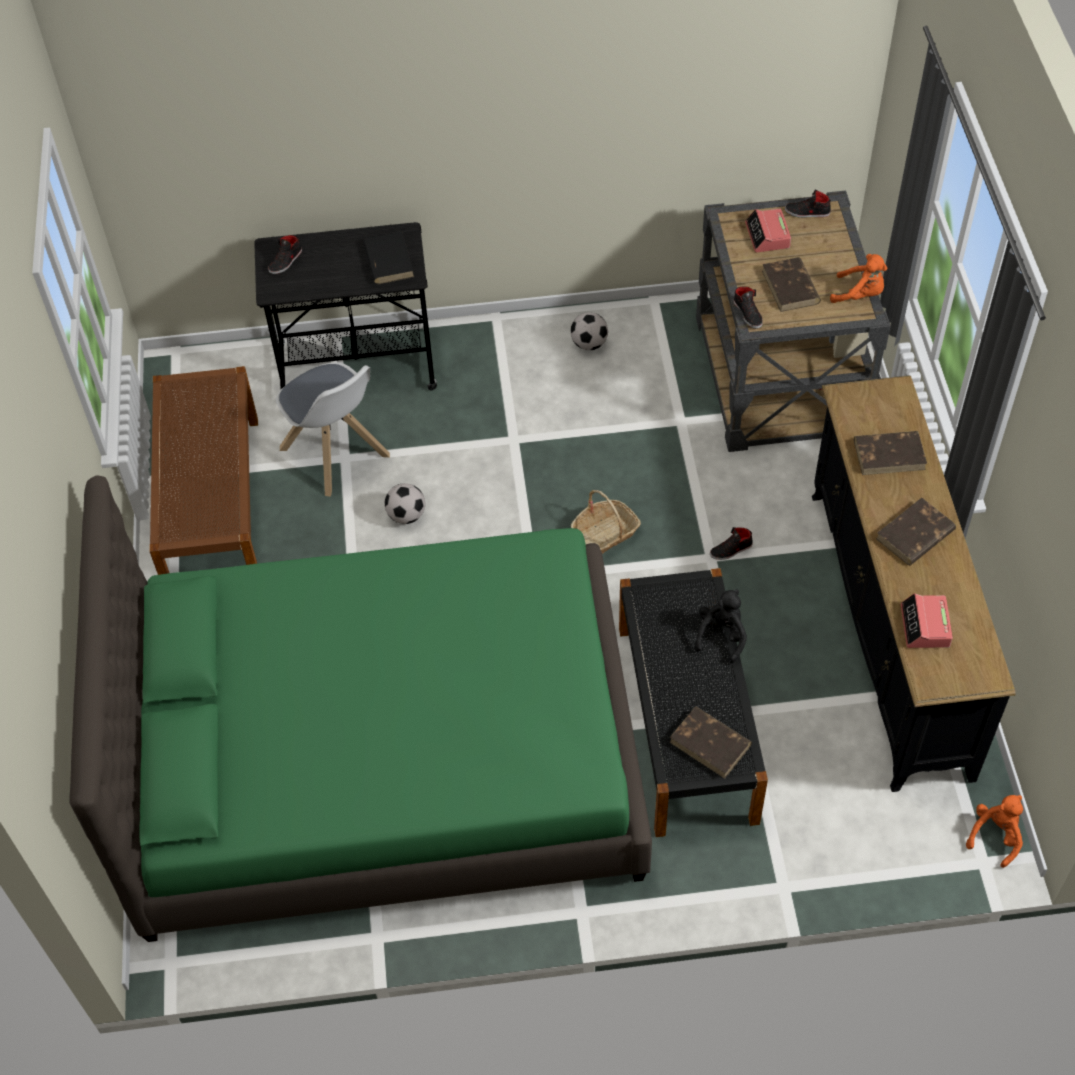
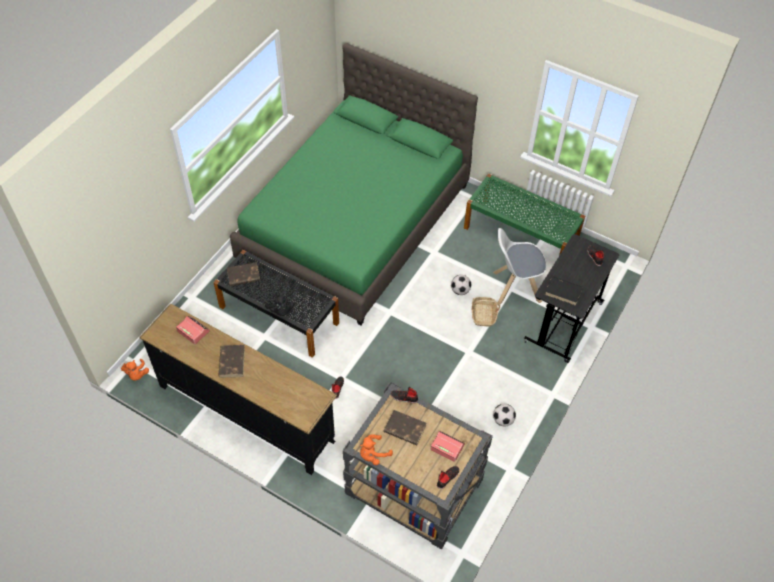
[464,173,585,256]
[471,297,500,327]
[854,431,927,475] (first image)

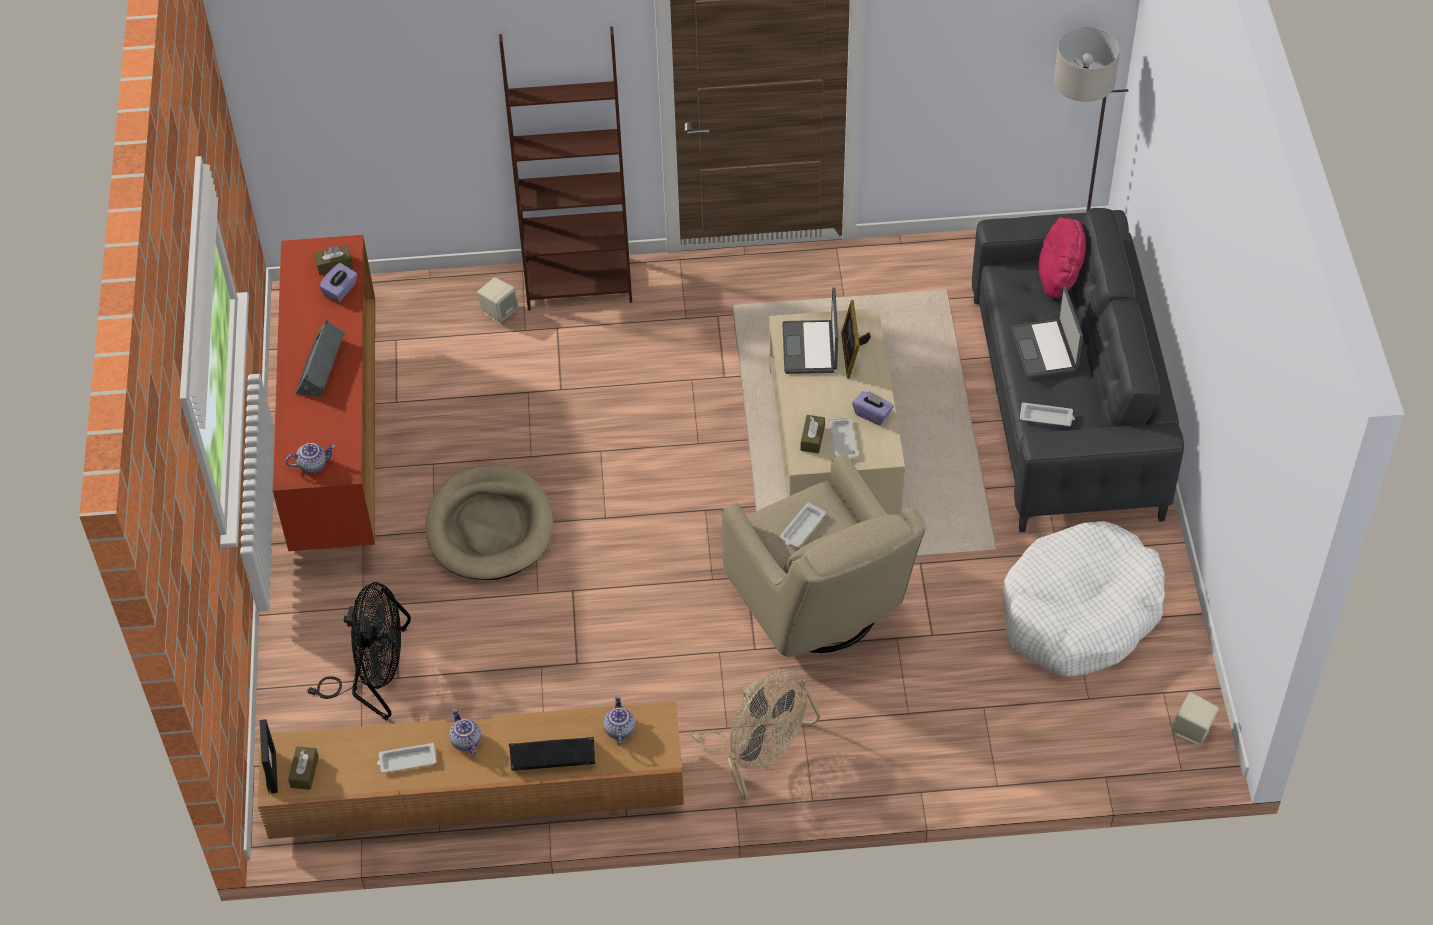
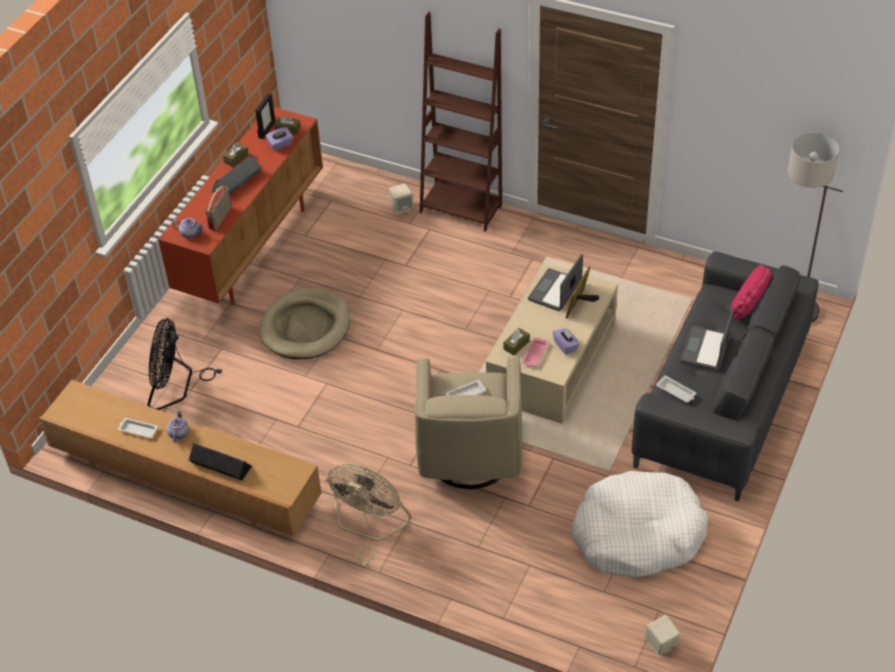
[255,93,275,139]
[223,142,249,167]
[148,318,223,410]
[603,695,635,746] (first image)
[325,463,411,568]
[522,337,549,367]
[206,186,231,230]

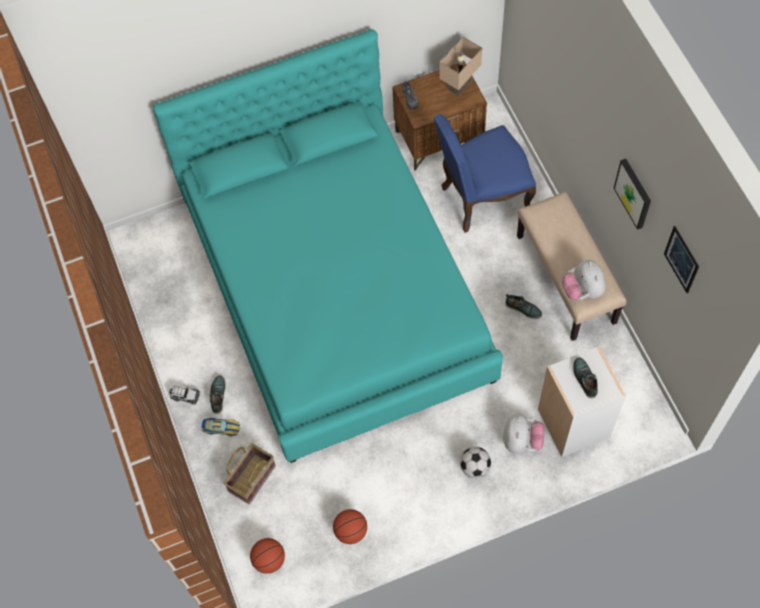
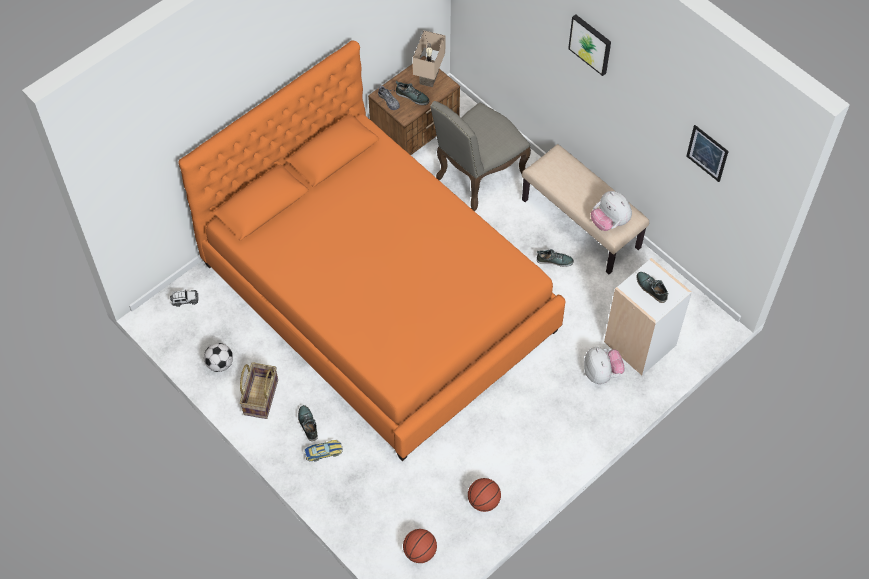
[178,41,566,461]
[170,290,199,307]
[240,362,278,419]
[430,101,531,211]
[204,343,233,372]
[568,14,611,76]
[396,81,429,105]

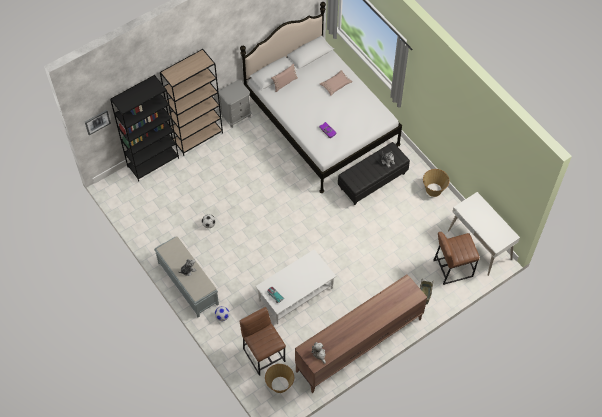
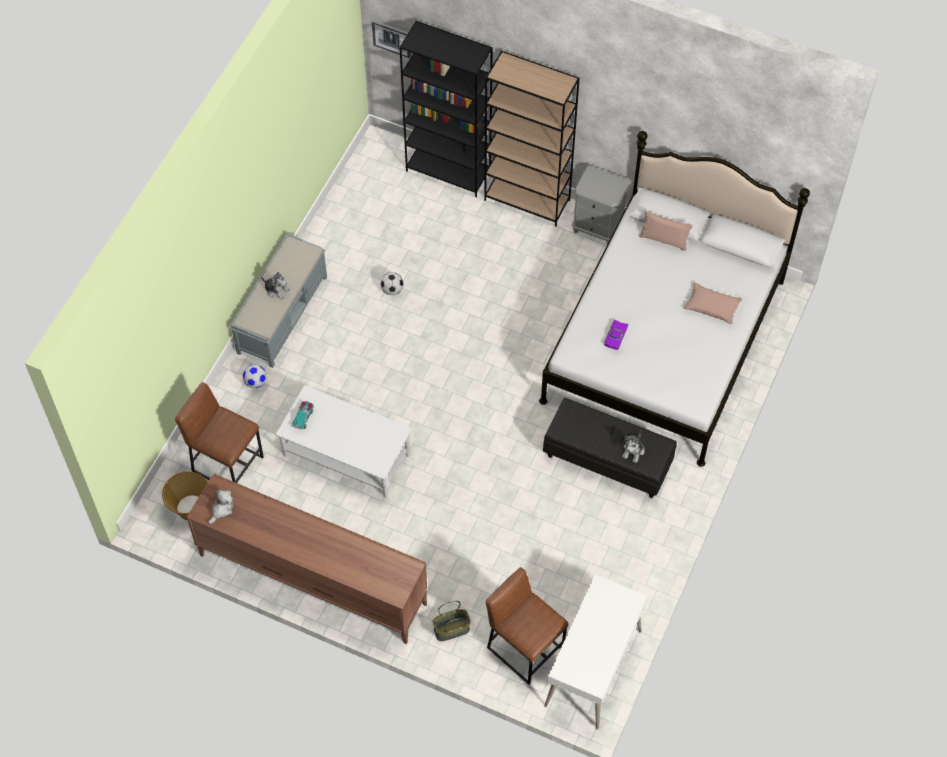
[175,382,264,483]
[423,169,450,197] (first image)

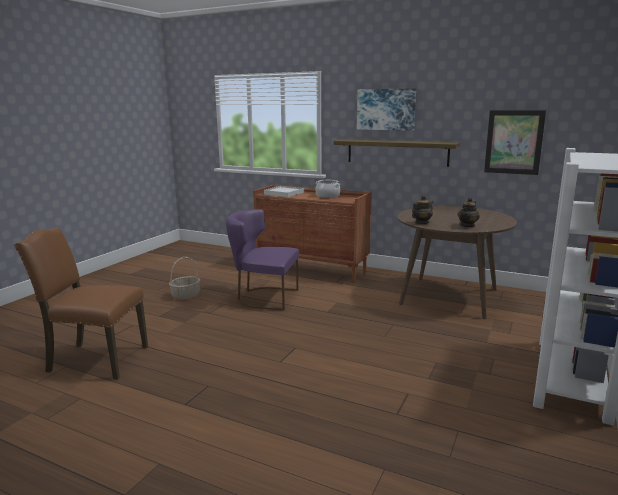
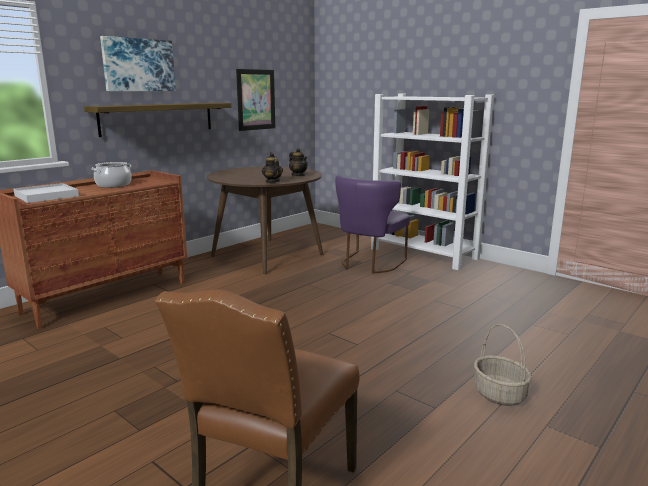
[474,324,532,406]
[335,175,410,274]

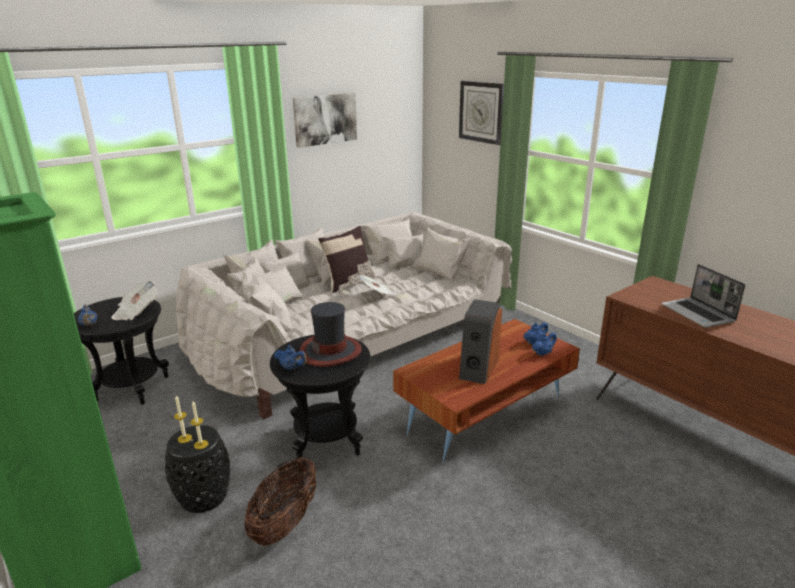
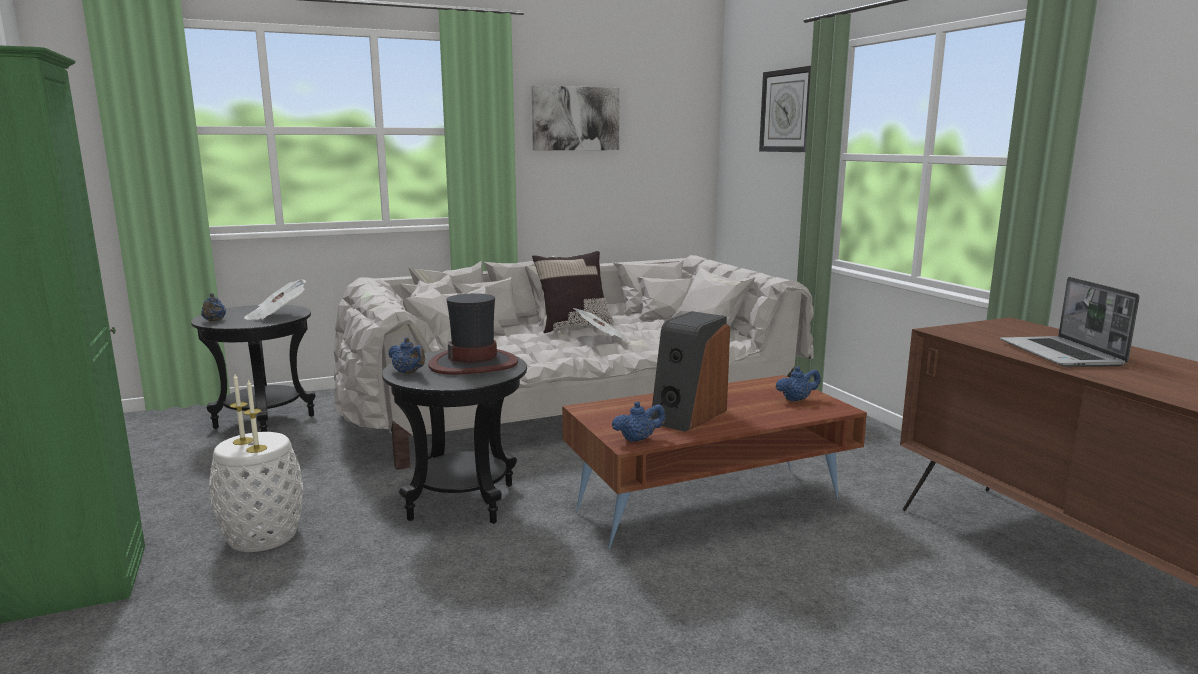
[209,432,303,552]
[244,457,316,546] (first image)
[612,402,665,442]

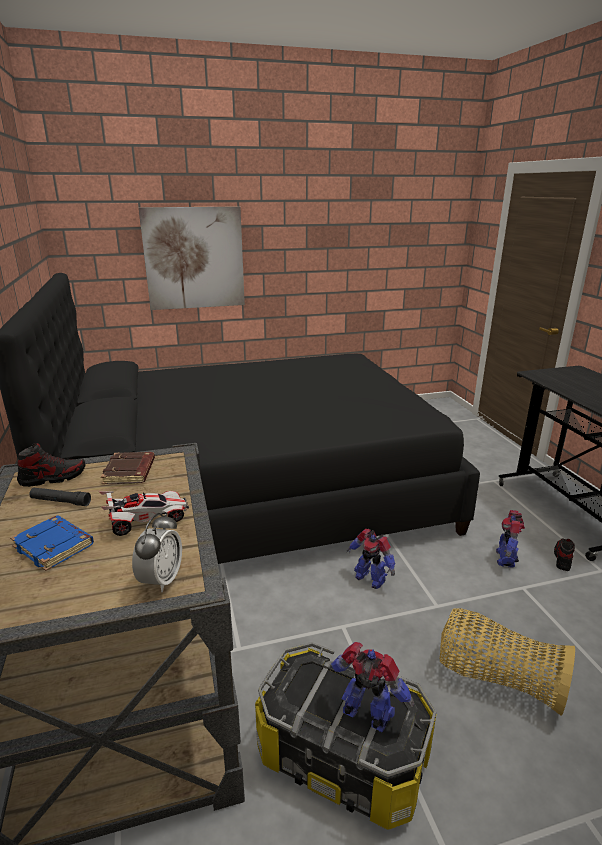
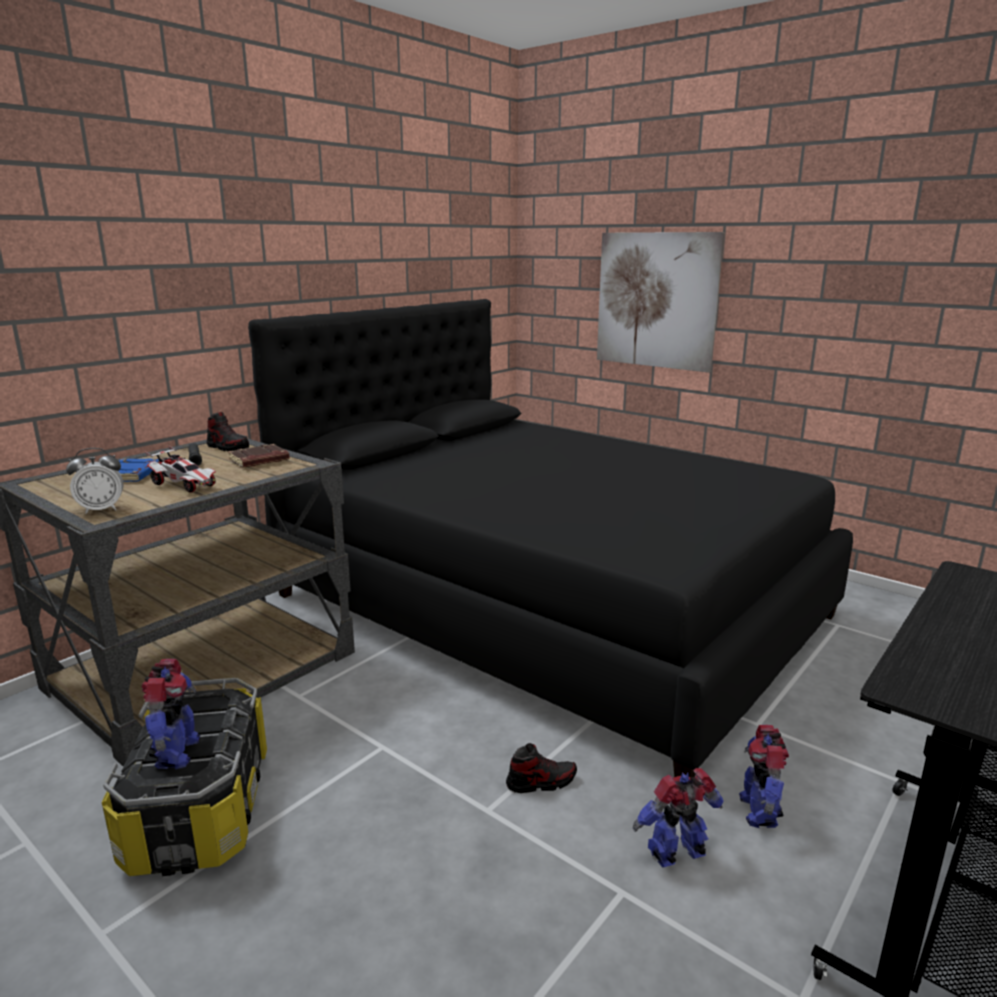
[739,725,789,828]
[440,608,575,716] (first image)
[506,743,577,793]

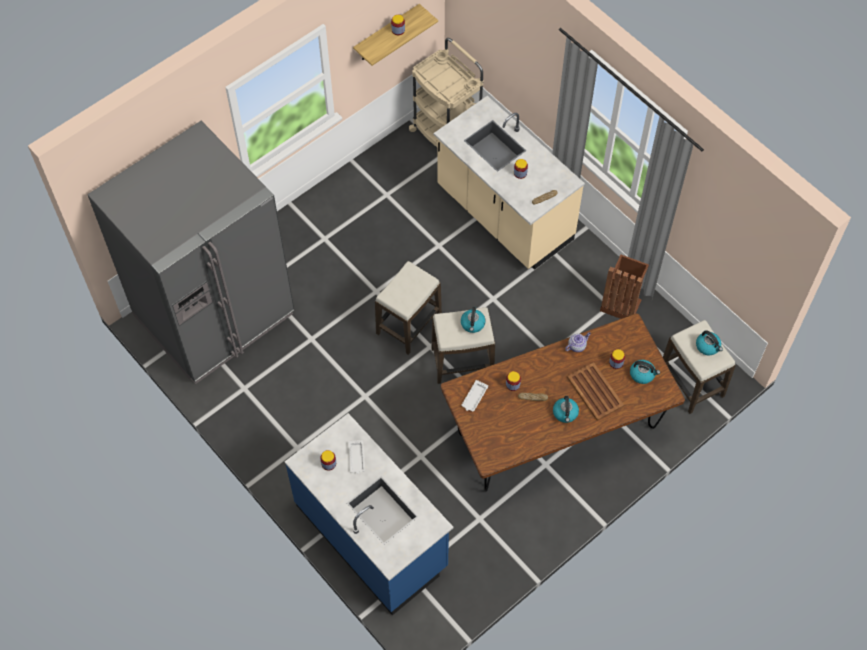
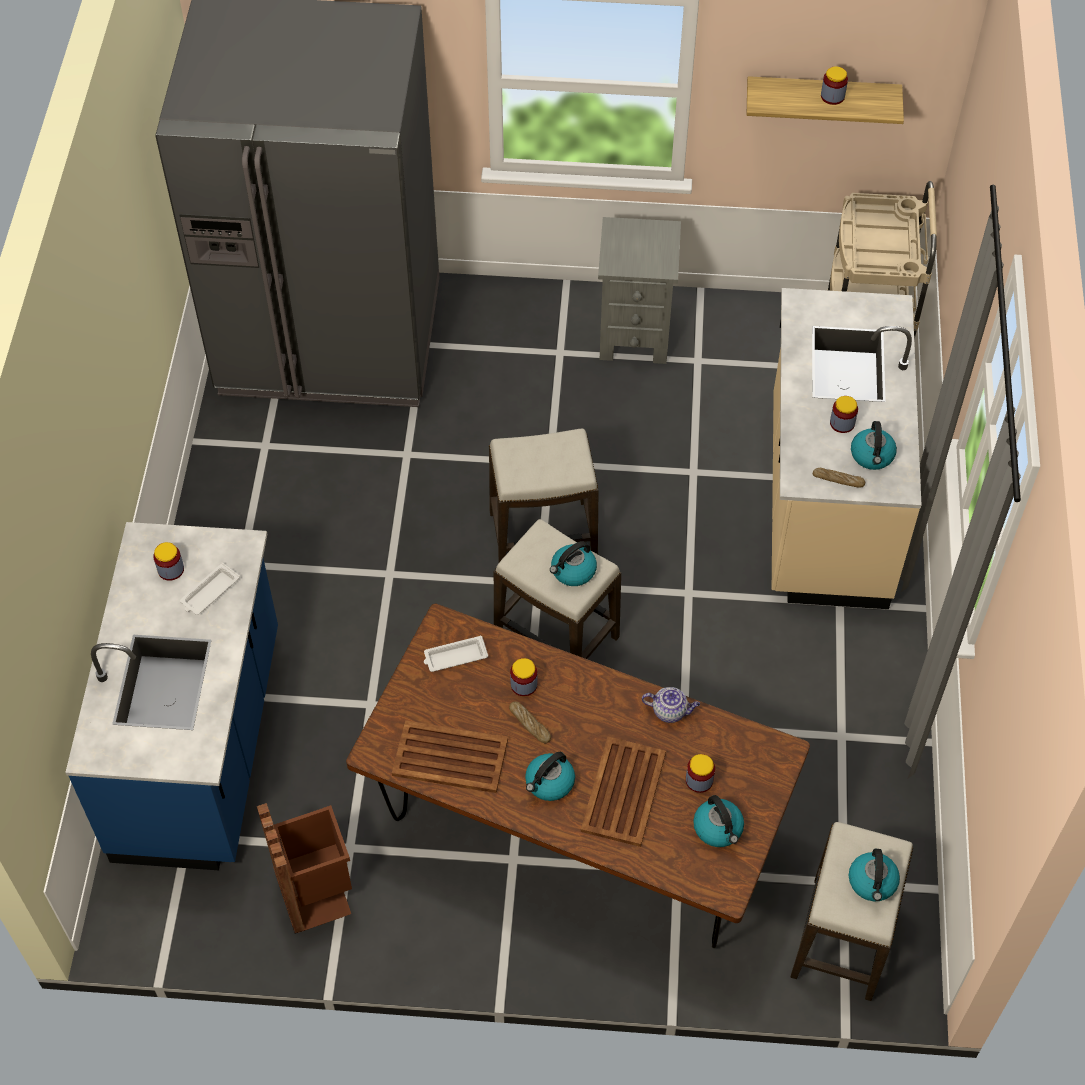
[257,803,352,934]
[392,720,508,793]
[598,217,681,364]
[851,421,897,470]

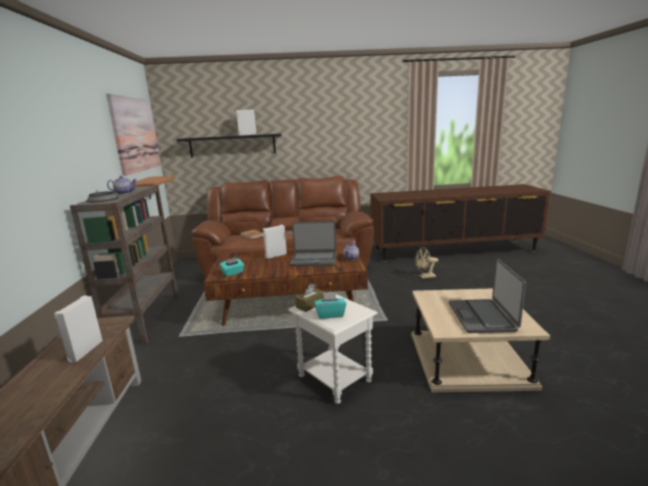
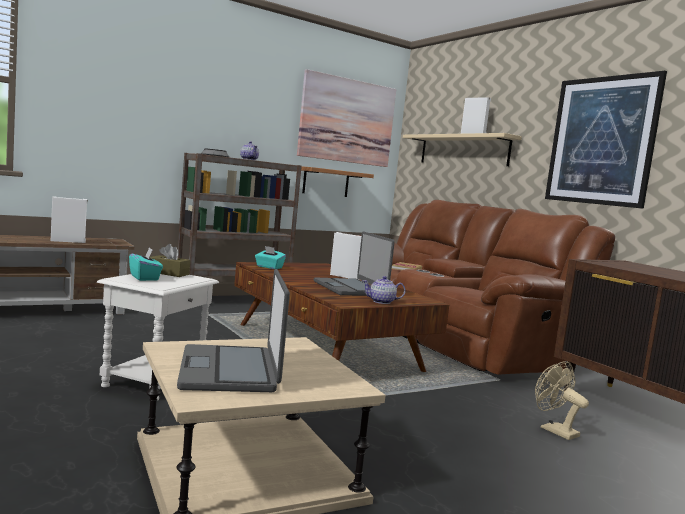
[403,133,522,166]
[177,269,290,392]
[545,71,667,209]

